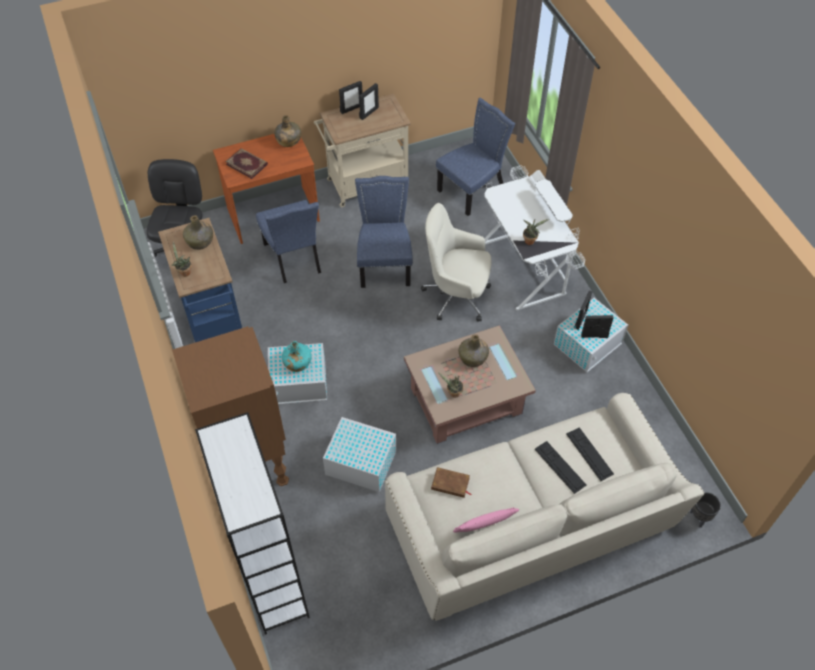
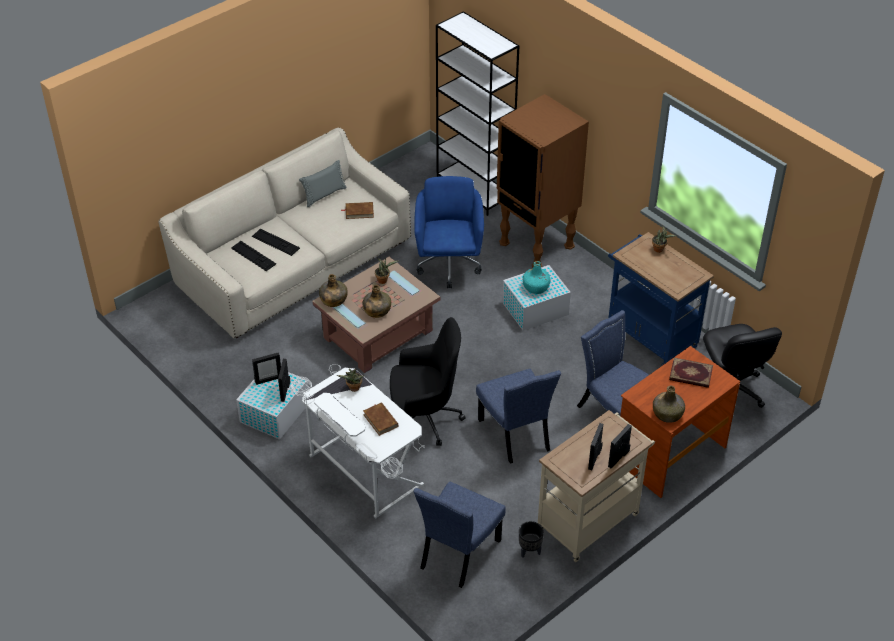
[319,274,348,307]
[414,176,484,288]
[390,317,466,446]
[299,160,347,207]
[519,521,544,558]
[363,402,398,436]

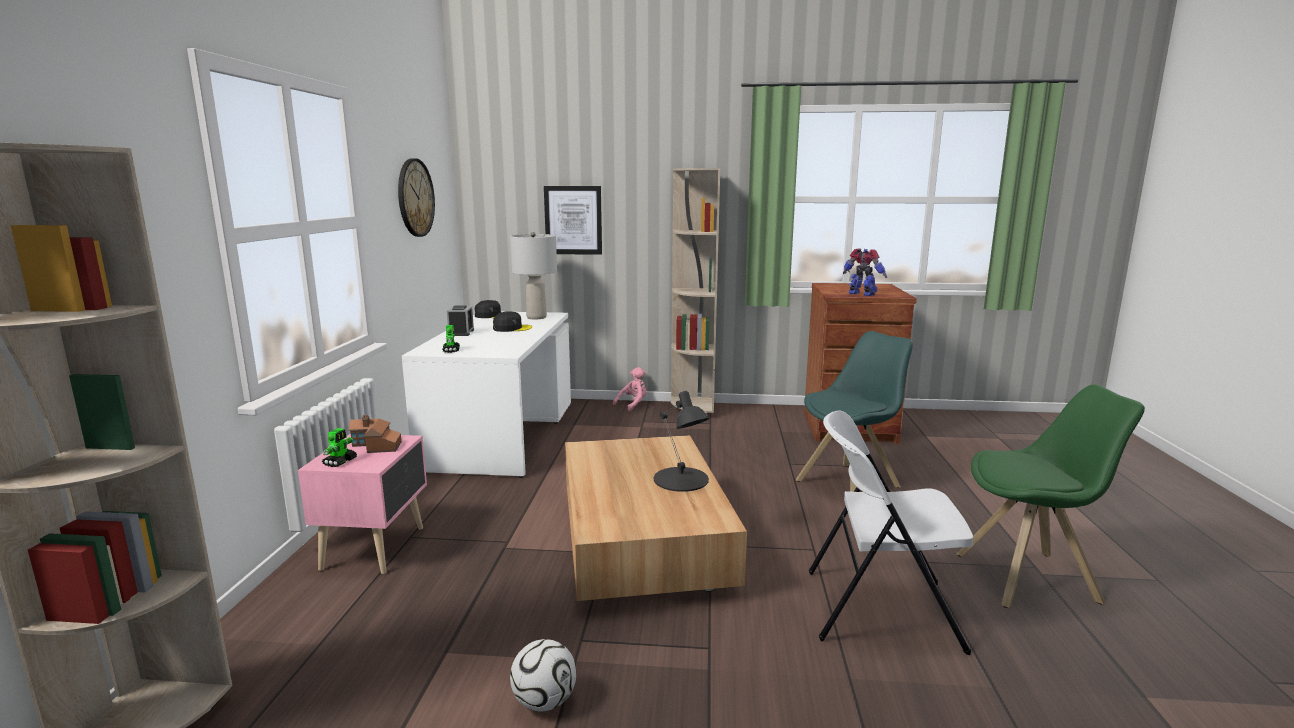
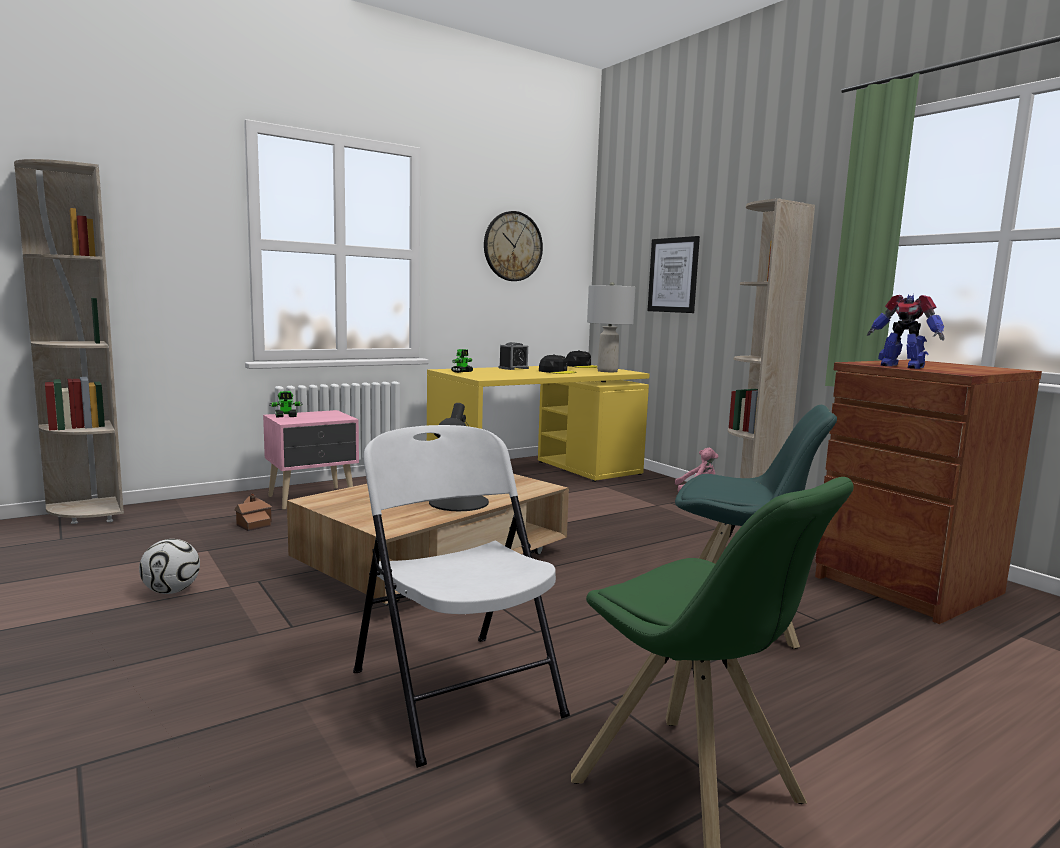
[234,494,272,531]
[427,365,650,482]
[867,294,944,369]

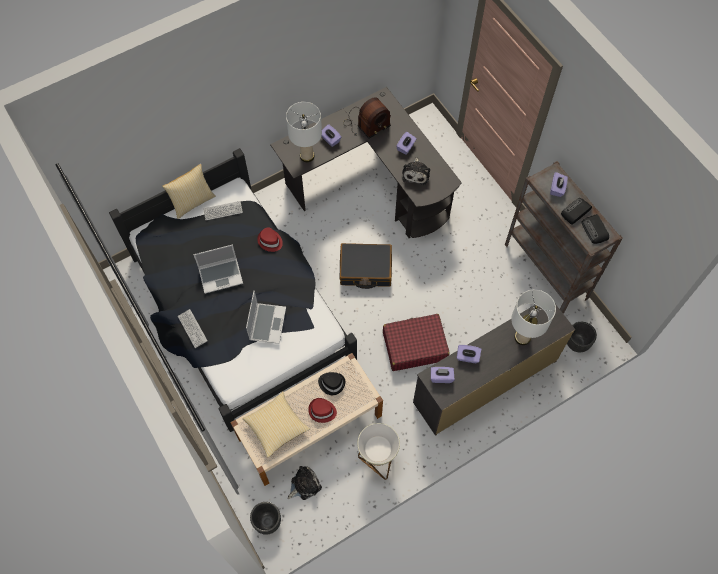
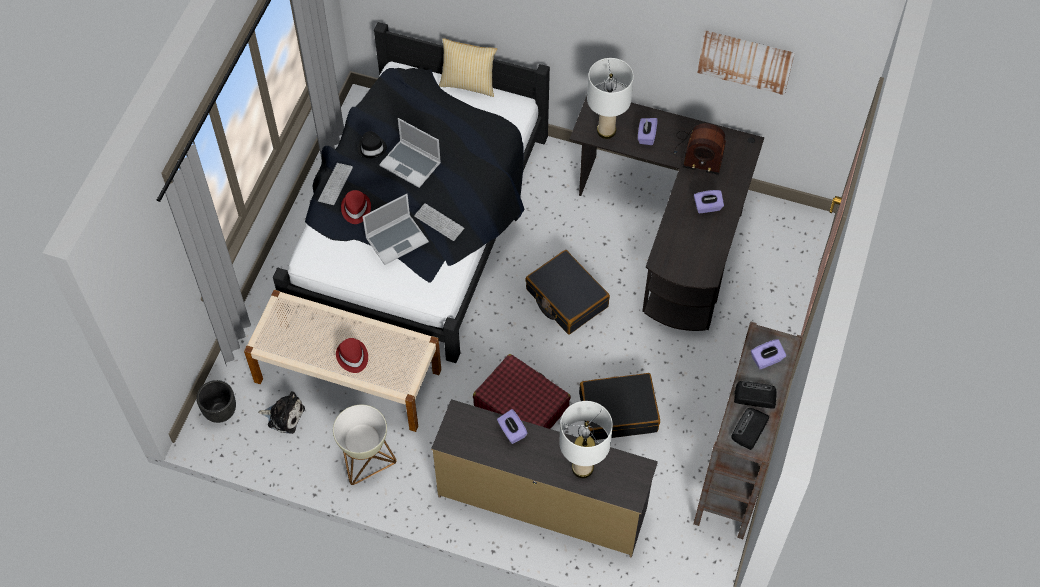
[414,203,464,241]
[242,391,310,458] (first image)
[341,190,371,224]
[357,131,387,158]
[402,157,430,185] (first image)
[431,367,455,383] (first image)
[567,322,597,352] (first image)
[579,373,660,440]
[697,30,795,95]

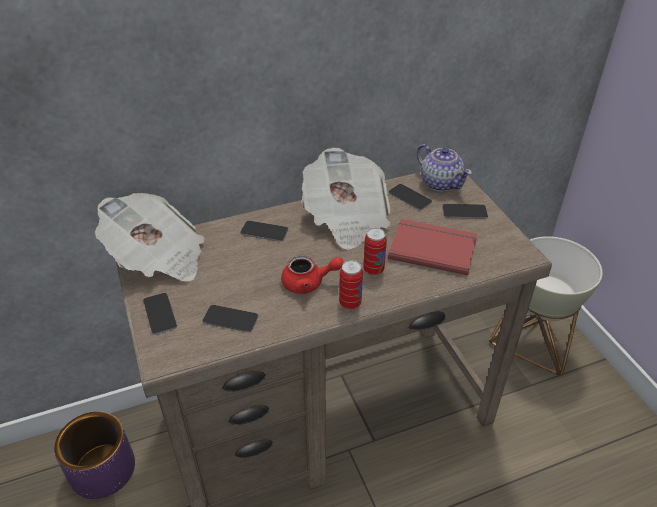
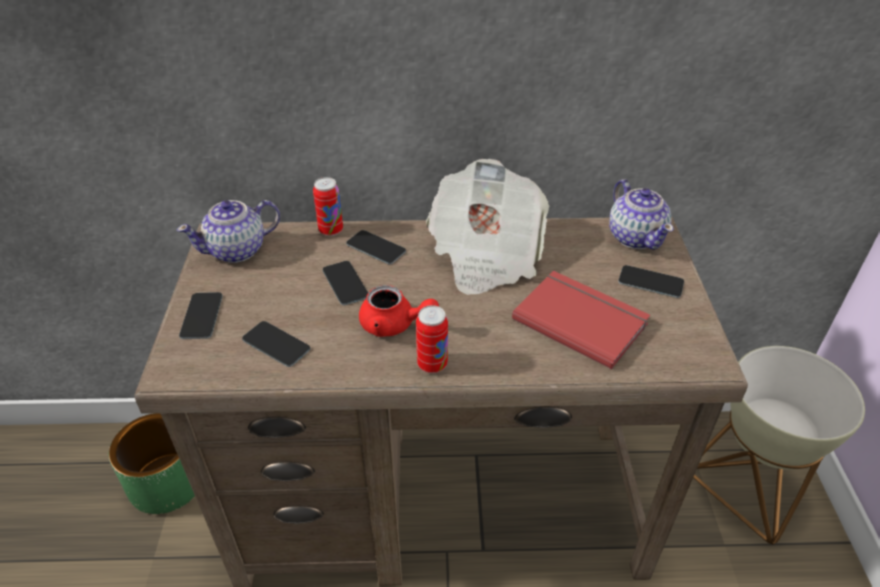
[109,413,195,514]
[177,200,280,263]
[313,177,343,236]
[323,261,368,305]

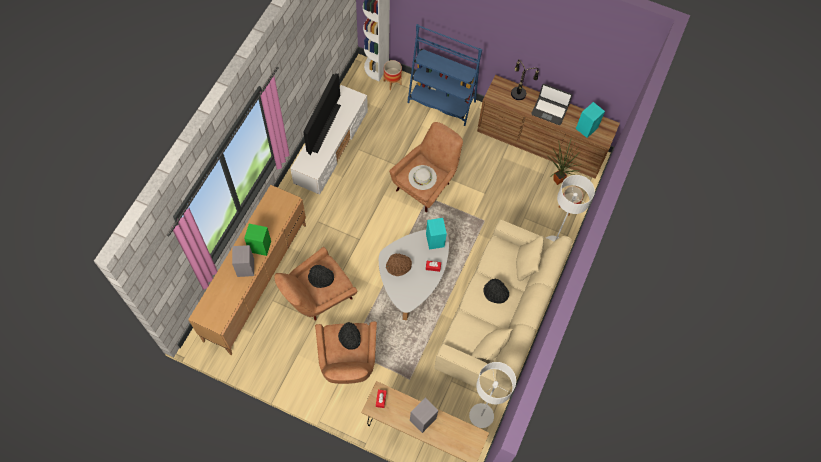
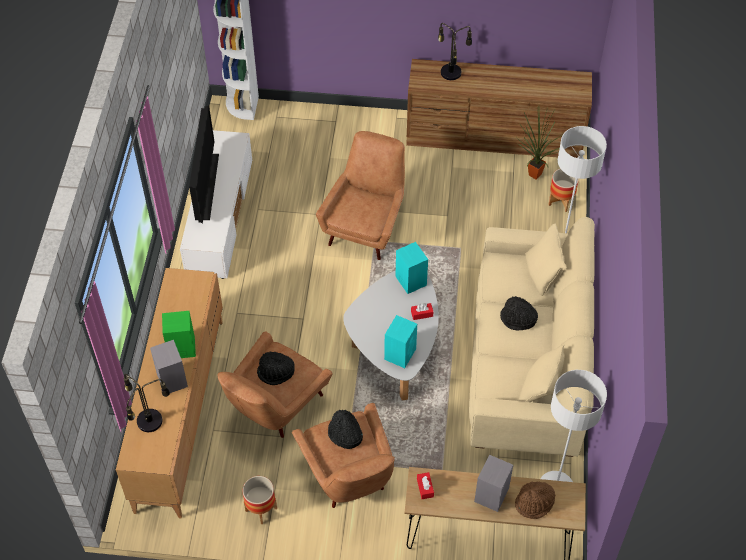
[243,476,277,524]
[515,481,555,519]
[407,24,482,126] (first image)
[408,165,437,190] (first image)
[531,84,572,125] (first image)
[384,315,417,368]
[123,374,170,432]

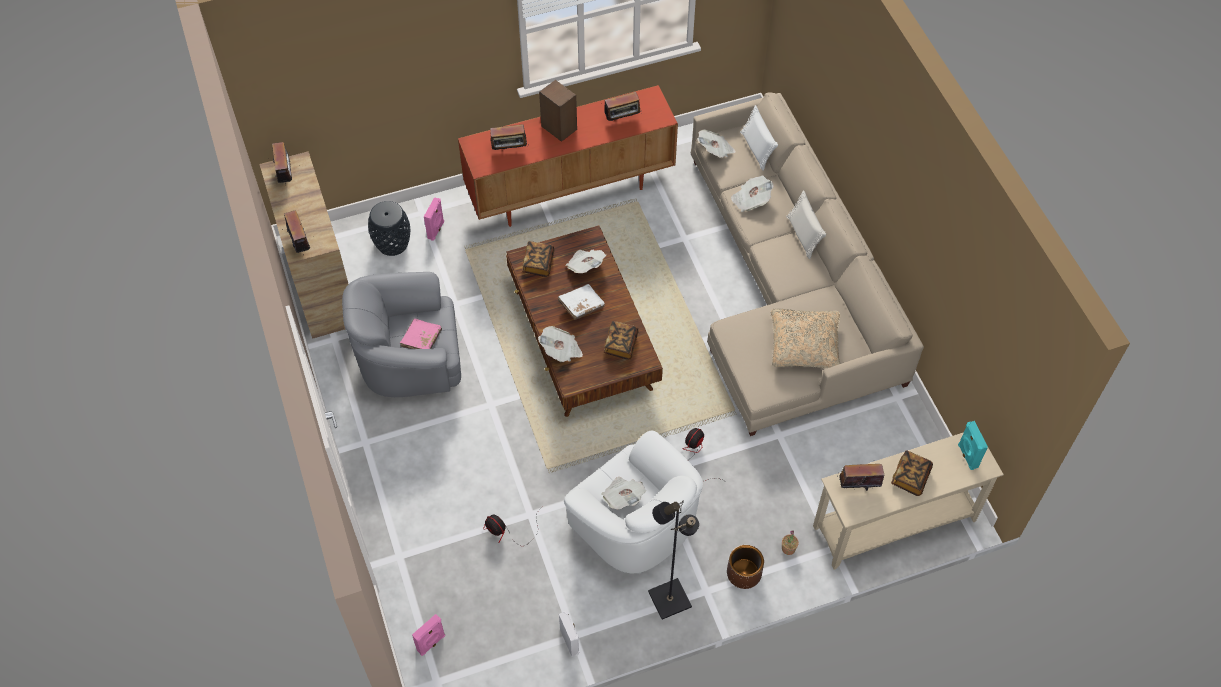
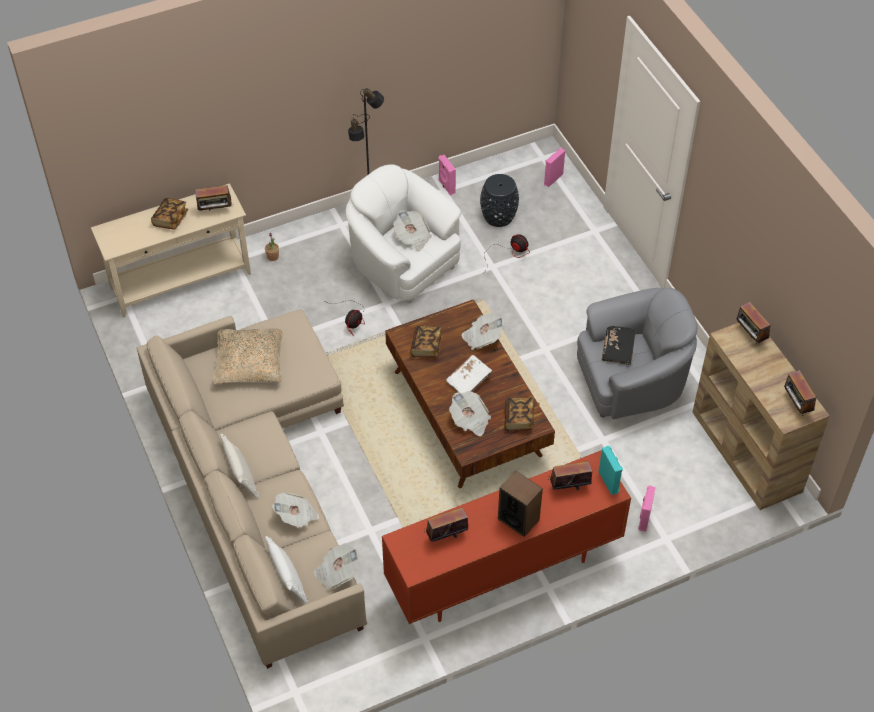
[480,174,519,227]
[602,326,636,365]
[438,155,456,195]
[727,545,764,589] (first image)
[598,445,623,495]

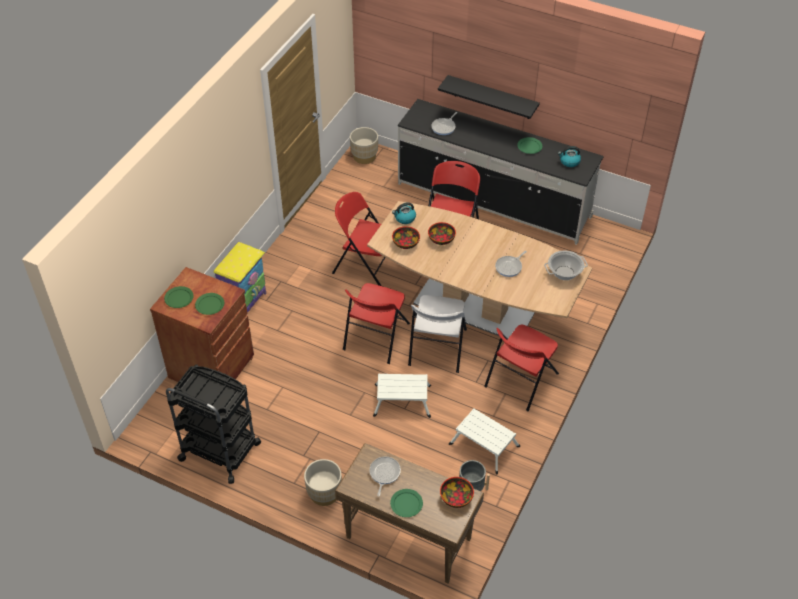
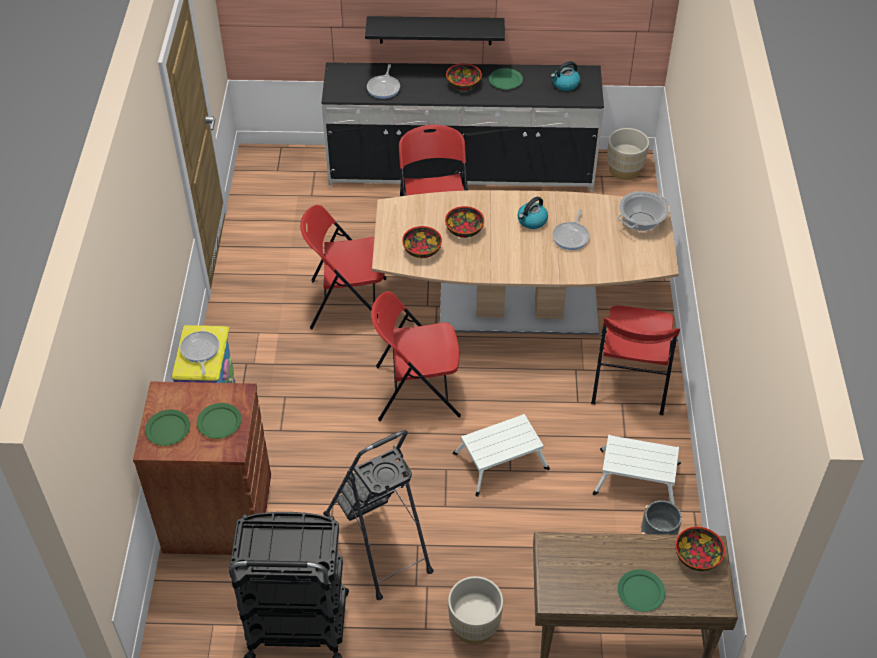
[371,291,461,421]
[607,128,649,180]
[180,331,219,375]
[517,197,548,229]
[408,295,467,373] (first image)
[323,430,434,600]
[446,63,482,91]

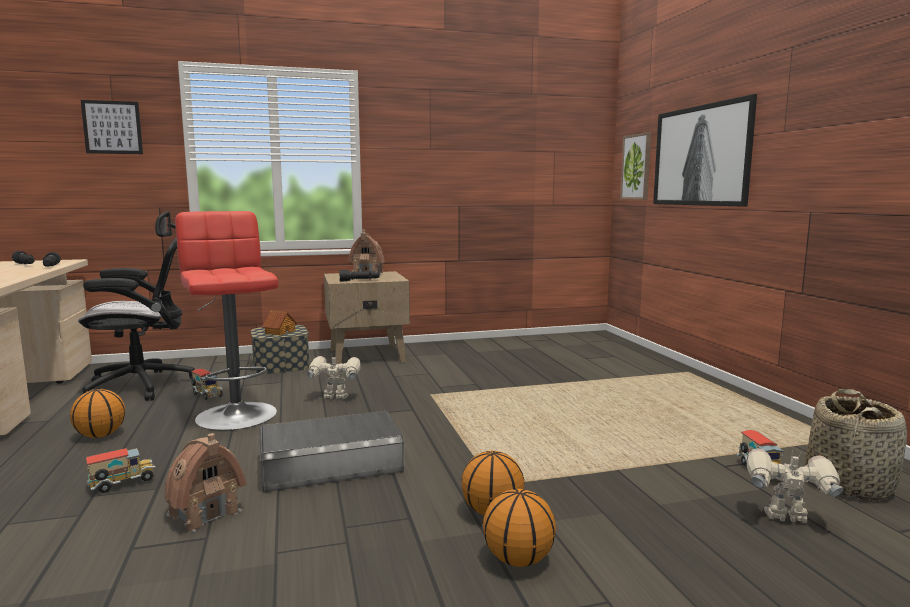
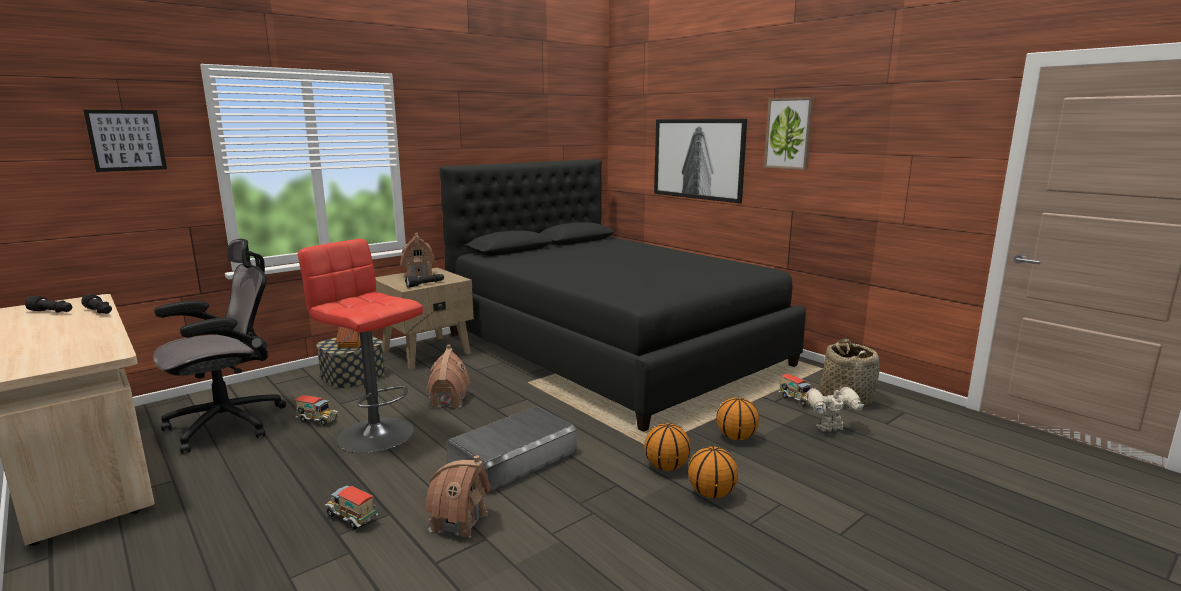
[716,397,759,440]
[324,485,378,530]
[427,344,470,408]
[764,97,814,170]
[440,159,806,432]

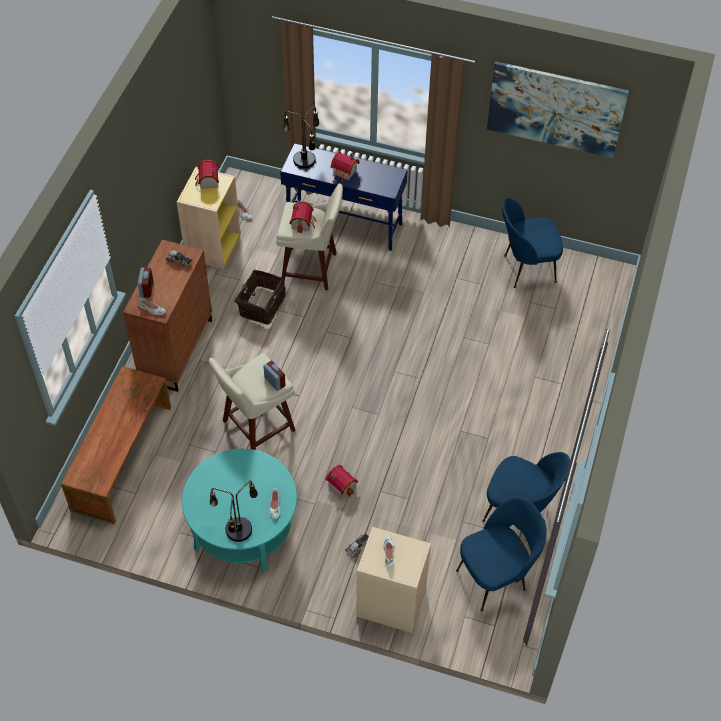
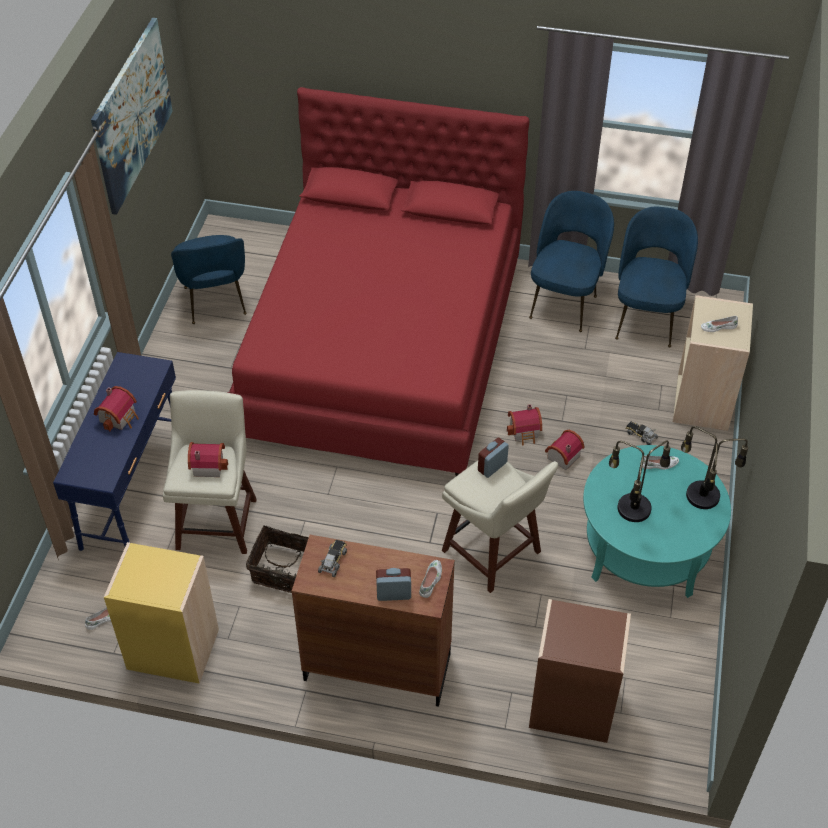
[529,599,631,743]
[507,404,542,446]
[609,441,670,522]
[615,207,698,348]
[226,87,529,476]

